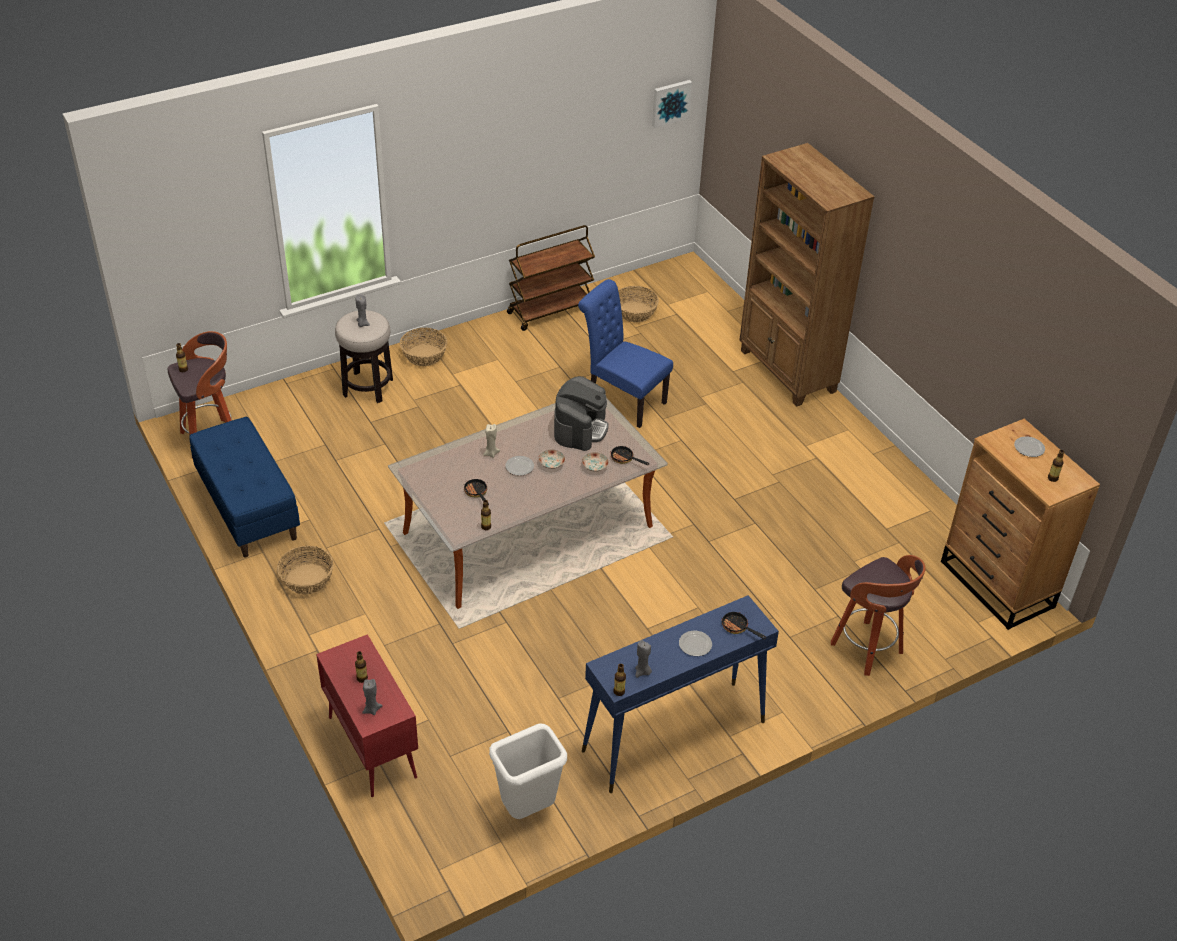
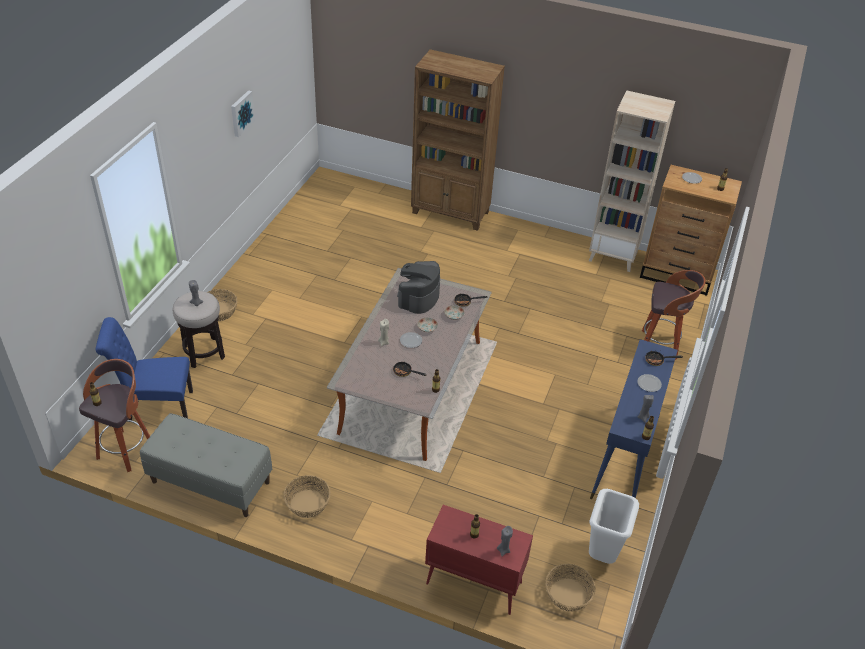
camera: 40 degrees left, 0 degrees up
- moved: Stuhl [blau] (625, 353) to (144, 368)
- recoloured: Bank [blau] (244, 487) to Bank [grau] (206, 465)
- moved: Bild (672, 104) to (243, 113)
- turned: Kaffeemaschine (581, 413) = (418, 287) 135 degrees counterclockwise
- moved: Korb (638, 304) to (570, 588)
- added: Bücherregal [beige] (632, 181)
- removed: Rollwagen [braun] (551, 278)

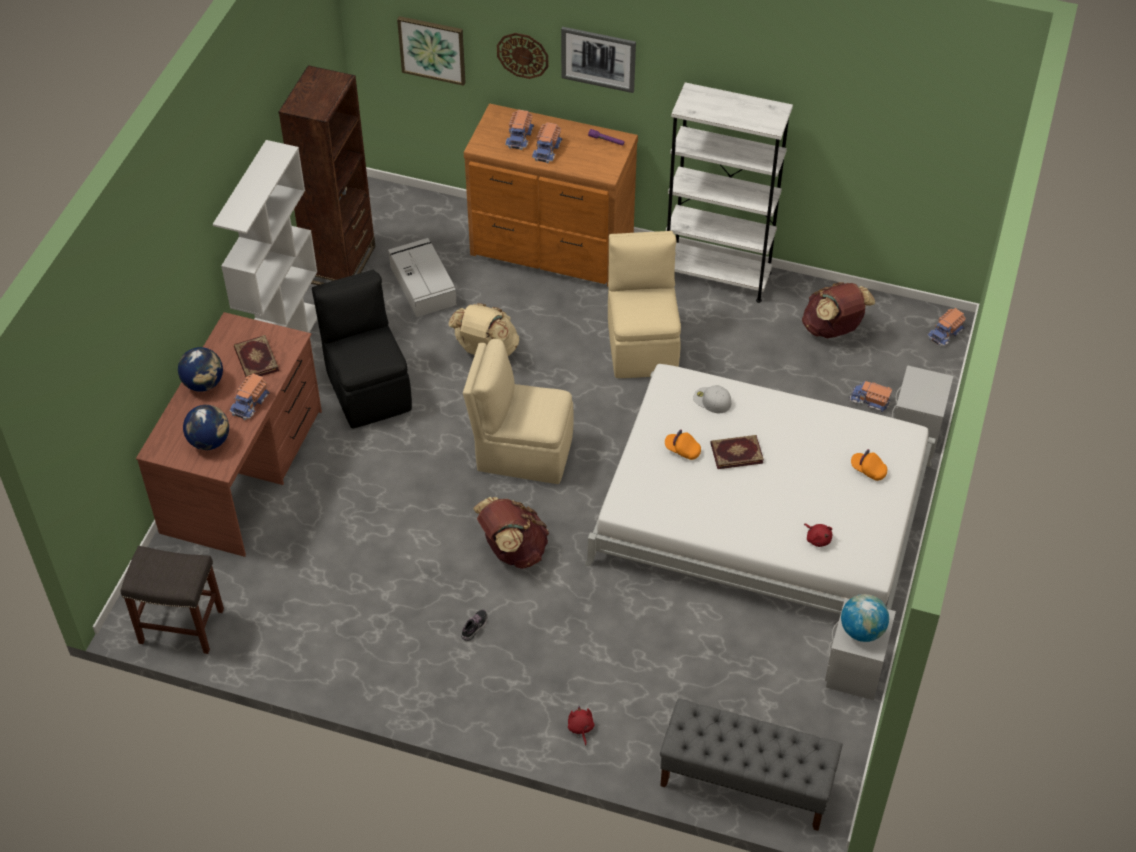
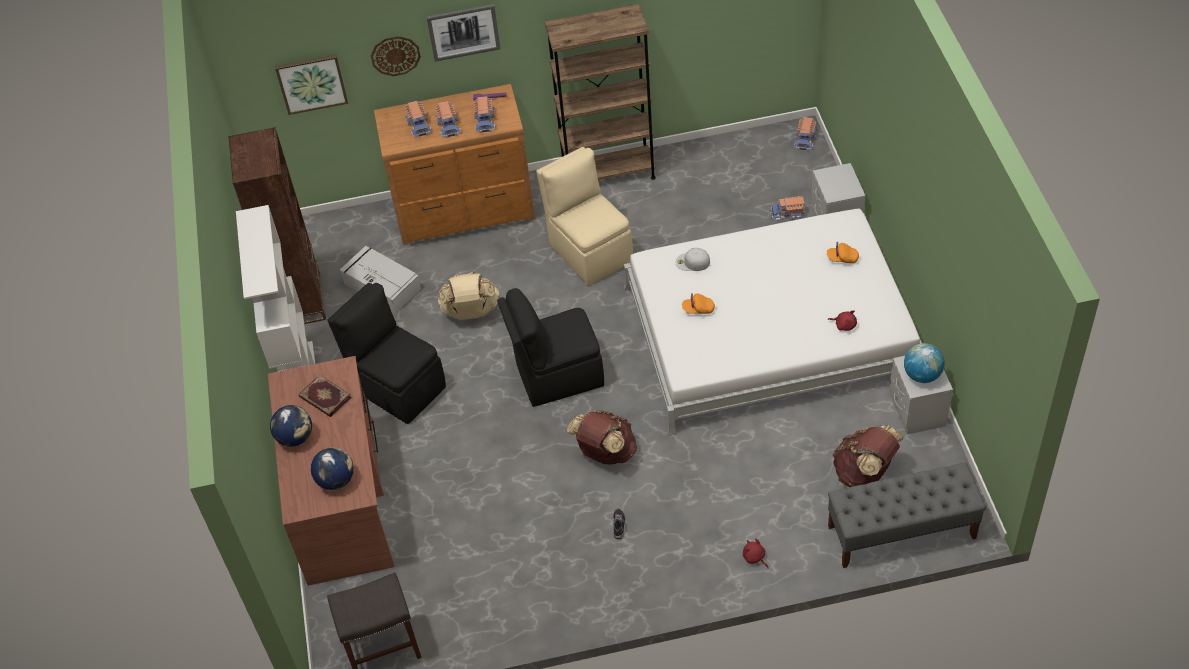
camera: 25 degrees left, 0 degrees up
- moved: Spielzeuglaster (249, 397) to (484, 114)
- recoloured: Stuhl [beige] (518, 411) to Stuhl [schwarz] (550, 347)
- recoloured: Bücherregal [weiß] (729, 192) to Bücherregal [braun] (600, 92)
- moved: Rucksack [braun] (838, 310) to (868, 456)
- removed: Buch (737, 452)

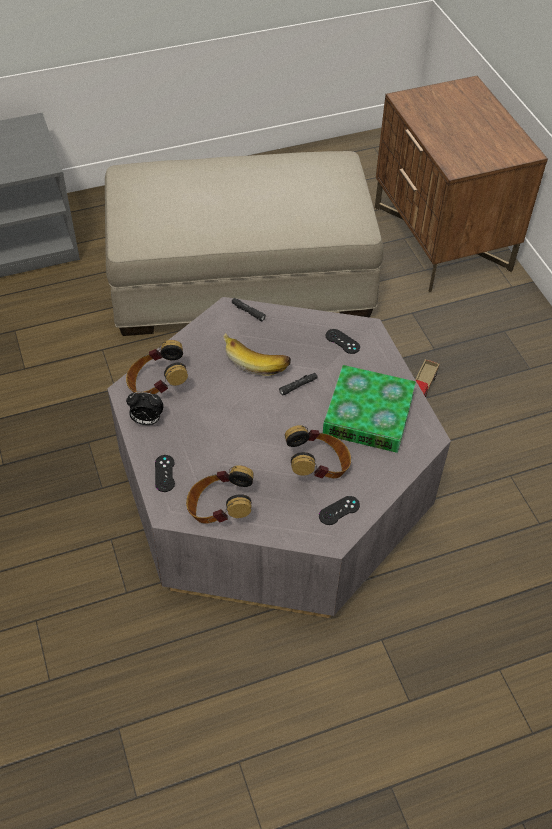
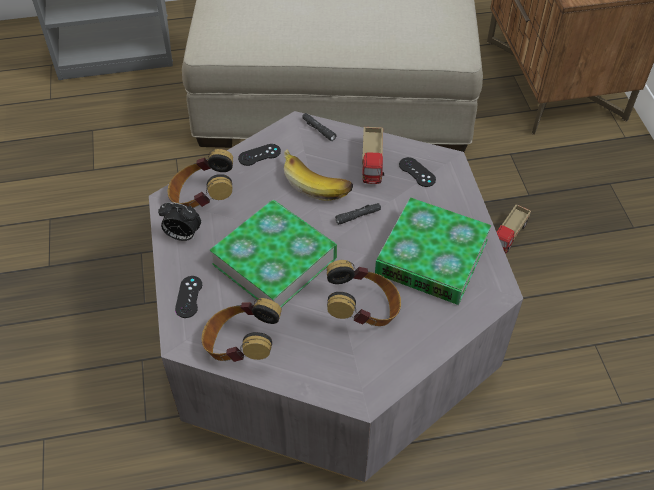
camera: 10 degrees right, 0 degrees up
- added: Buch (273, 253)
- moved: Gamepad [schwarz] (339, 510) to (259, 155)
- added: Spielzeuglaster (373, 155)

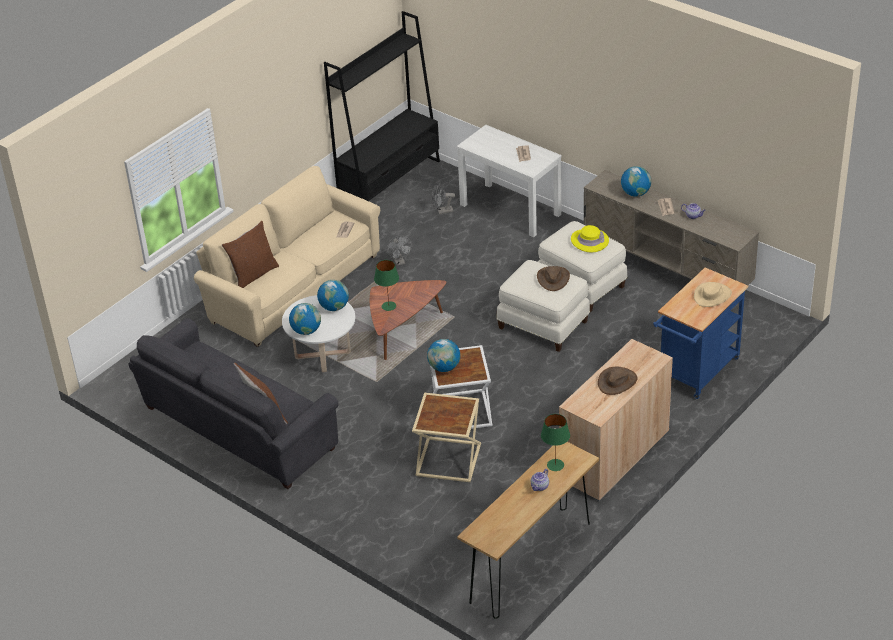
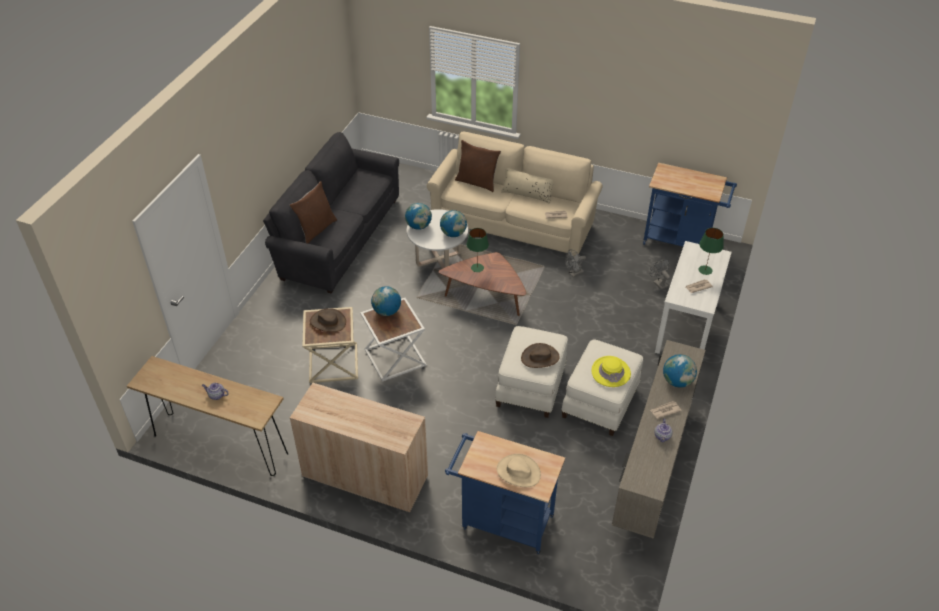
camera: 70 degrees right, 5 degrees up
- moved: Hut [braun] (617, 381) to (328, 320)
- added: Kissen [beige] (527, 186)
- replaced: Bücherregal [schwarz] (382, 106) to Rollwagen [blau] (690, 205)
- moved: Tischlampe [grün] (555, 442) to (711, 251)

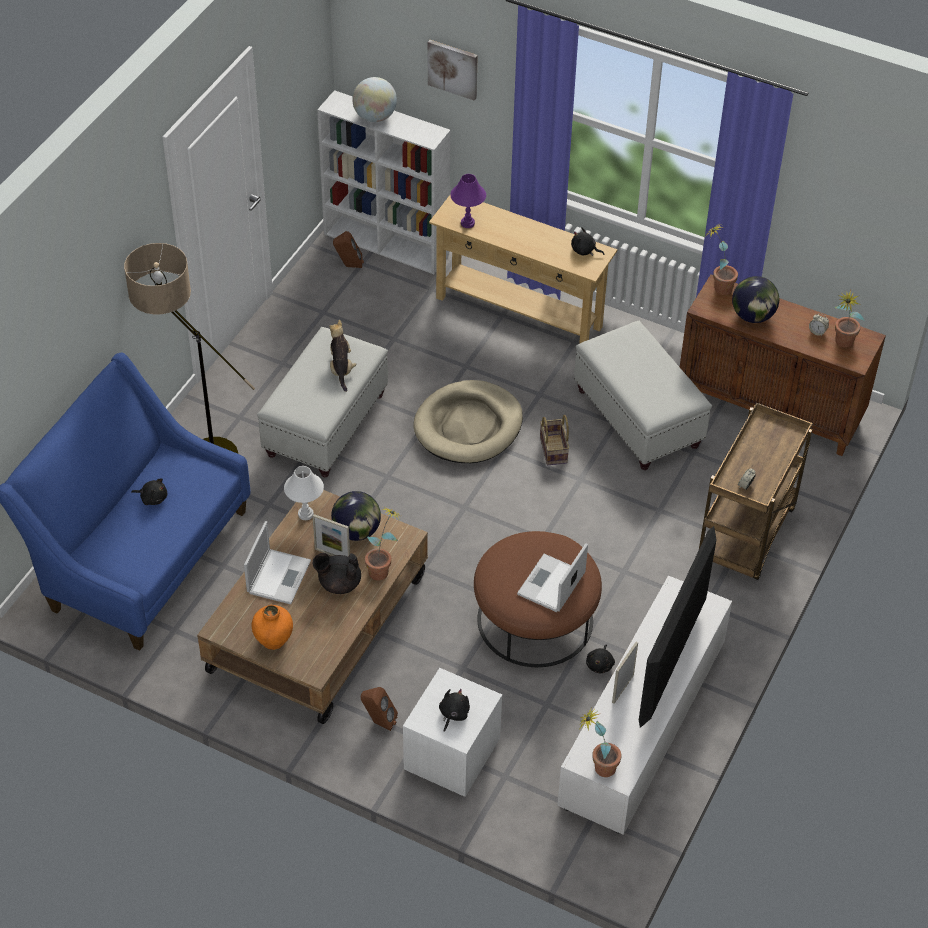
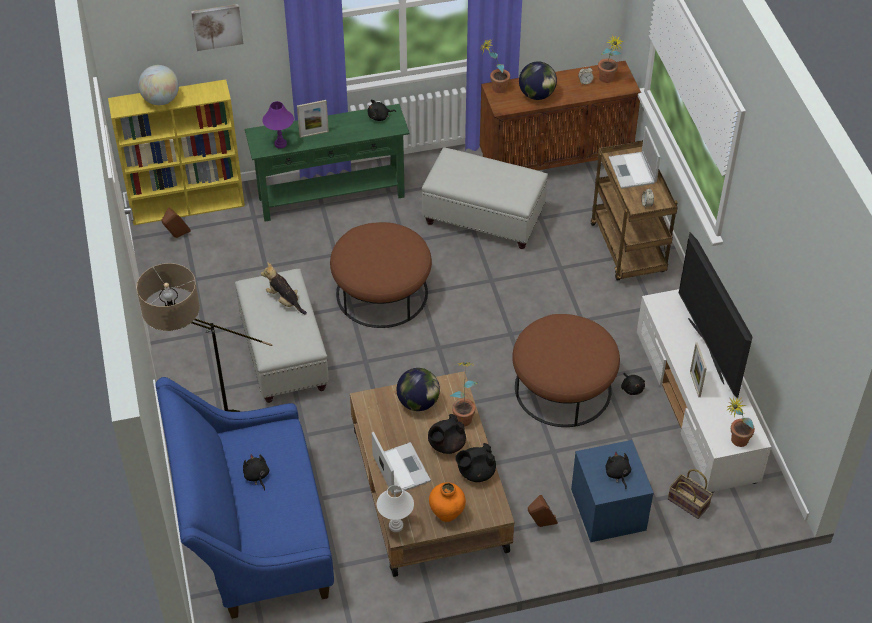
camera: 40 degrees left, 0 degrees up
- recoloured: Bücherregal [weiß] (384, 182) to Bücherregal [gelb] (176, 152)
- turned: Plüschtier [schwarz] (149, 491) = (256, 472) 90 degrees counterclockwise
- recoloured: Konsolentisch [beige] (523, 269) to Konsolentisch [grün] (327, 163)
- moved: Bilderrahmen (331, 535) to (313, 119)
- replaced: Hundebett [beige] (468, 421) to Polsterhocker [braun] (381, 275)
- moved: Tischlampe [weiß] (304, 493) to (395, 508)
- added: Teekanne [schwarz] (475, 462)
- recoloured: Nachttisch [weiß] (452, 732) to Nachttisch [blau] (612, 491)
- moved: Laptop (552, 577) to (634, 157)
- moved: Korb (554, 440) to (690, 494)

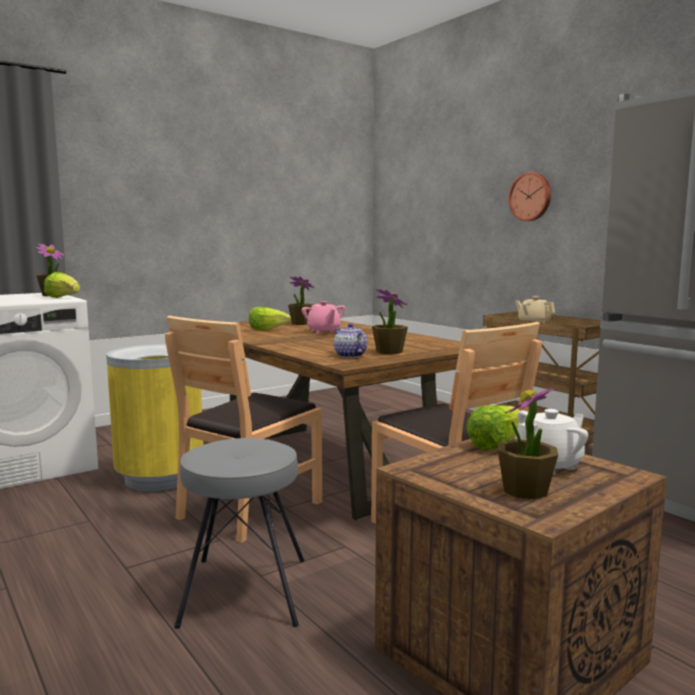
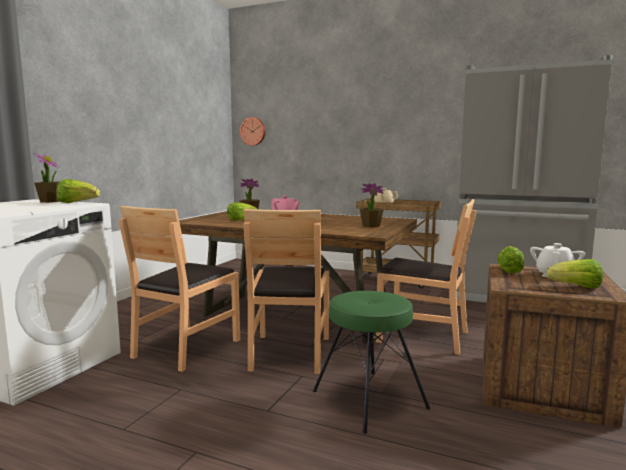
camera: 30 degrees left, 0 degrees up
- replaced: Mülleimer [gelb] (154, 417) to Stuhl [braun] (179, 289)
- moved: Wanduhr (530, 196) to (252, 131)
- recoloured: Hocker [grau] (239, 533) to Hocker [grün] (371, 362)
- replaced: Topfpflanze (528, 442) to Salatkopf (575, 273)
- removed: Teekanne (350, 340)

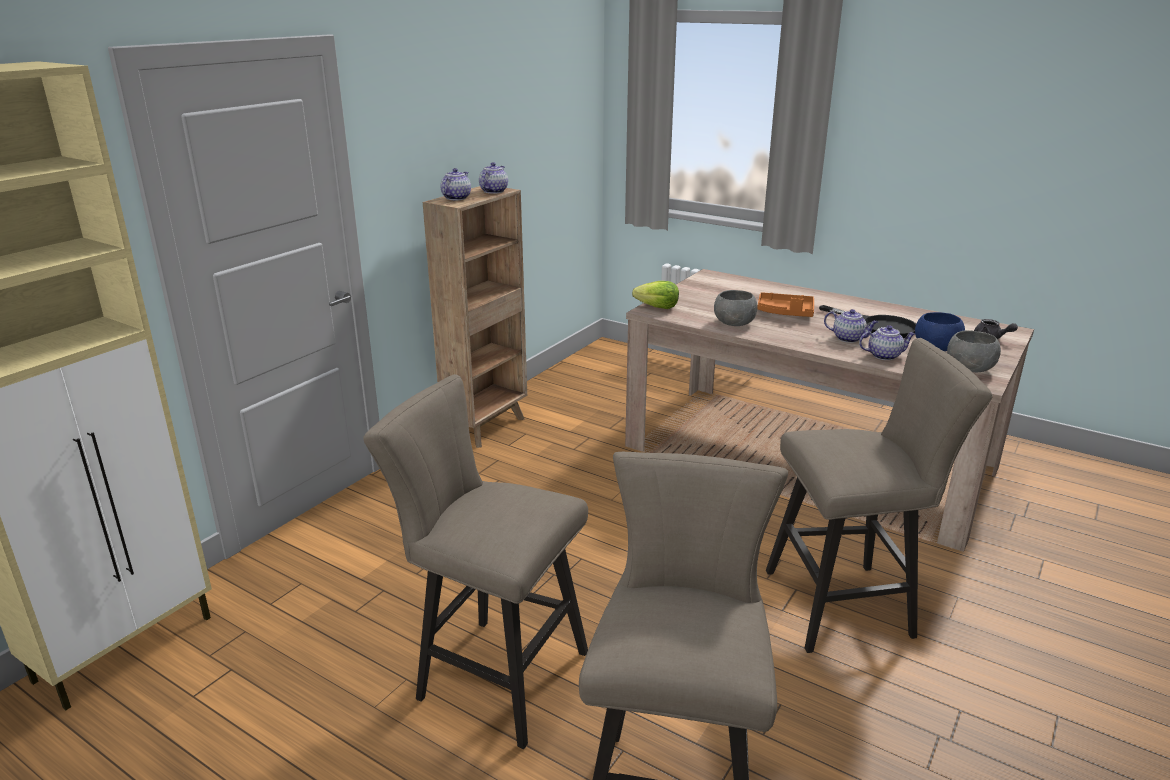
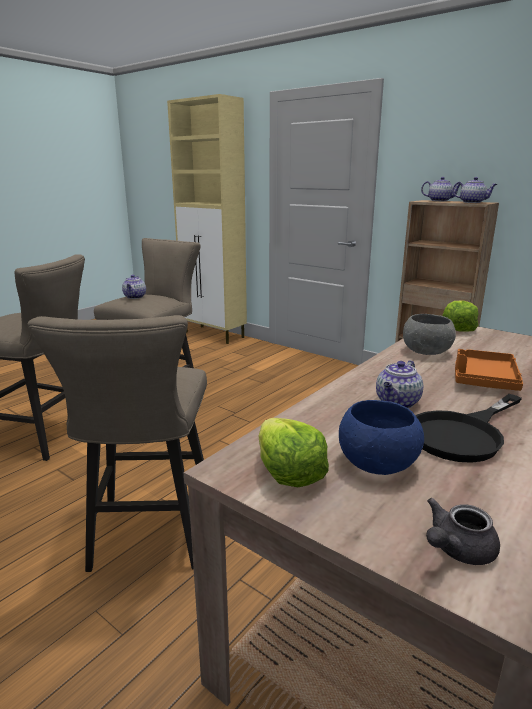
camera: 95 degrees right, 5 degrees down
- moved: Teekanne (887, 342) to (134, 287)
- replaced: Schüssel [grau] (974, 351) to Salatkopf (294, 452)

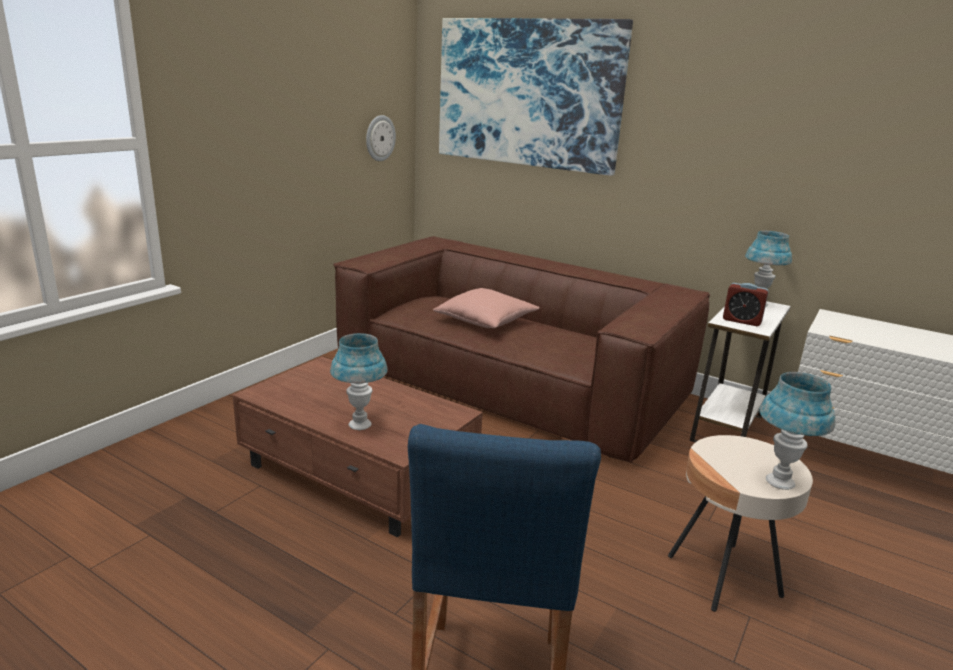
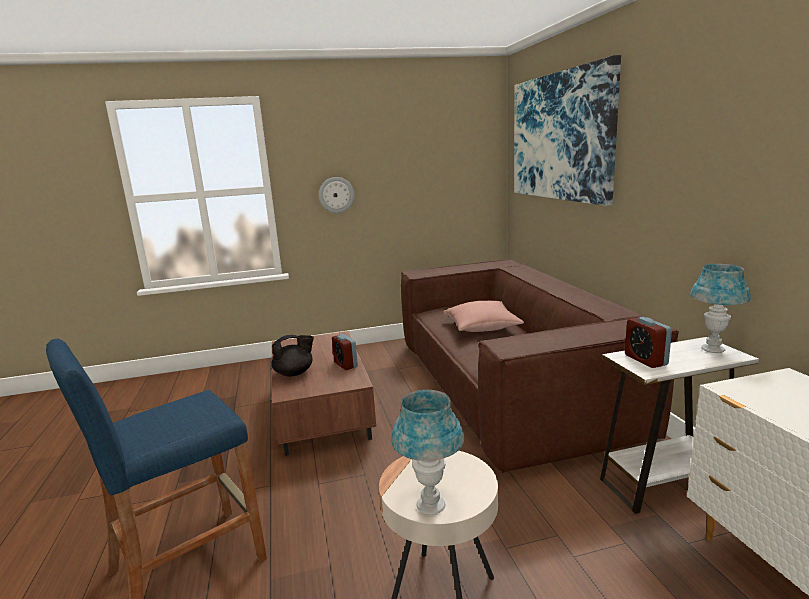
camera: 45 degrees right, 5 degrees down
- replaced: Tischlampe [blau] (359, 381) to Teekanne [schwarz] (292, 355)
- moved: Wanduhr (381, 138) to (337, 195)
- added: Wecker (345, 352)

